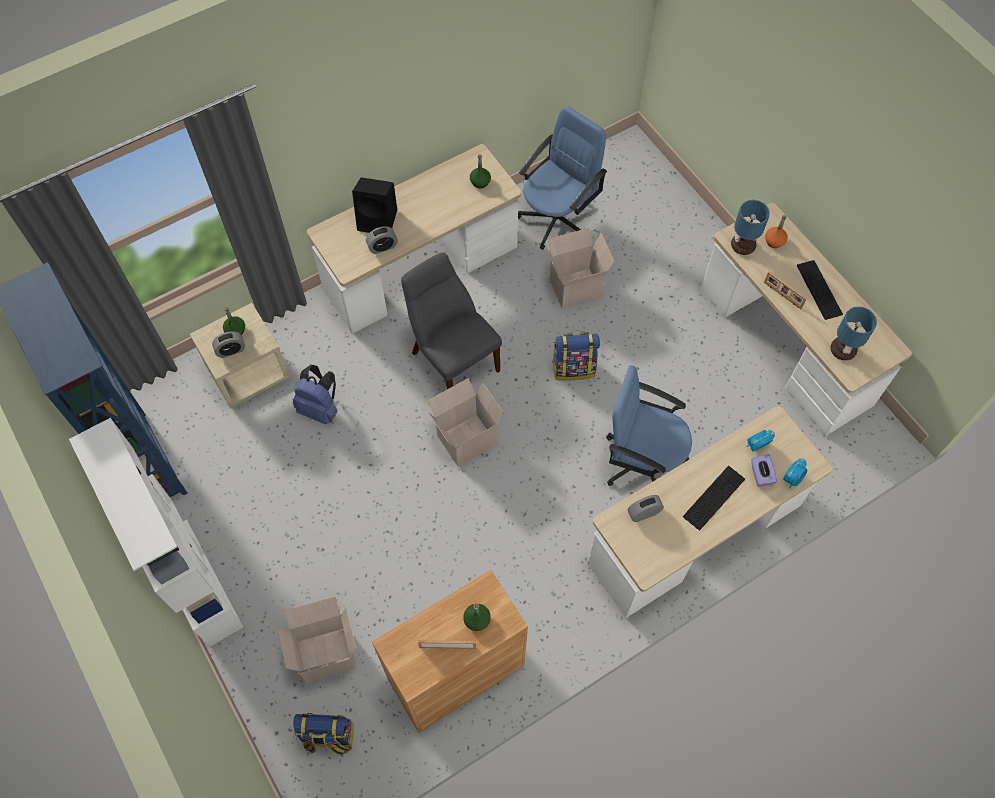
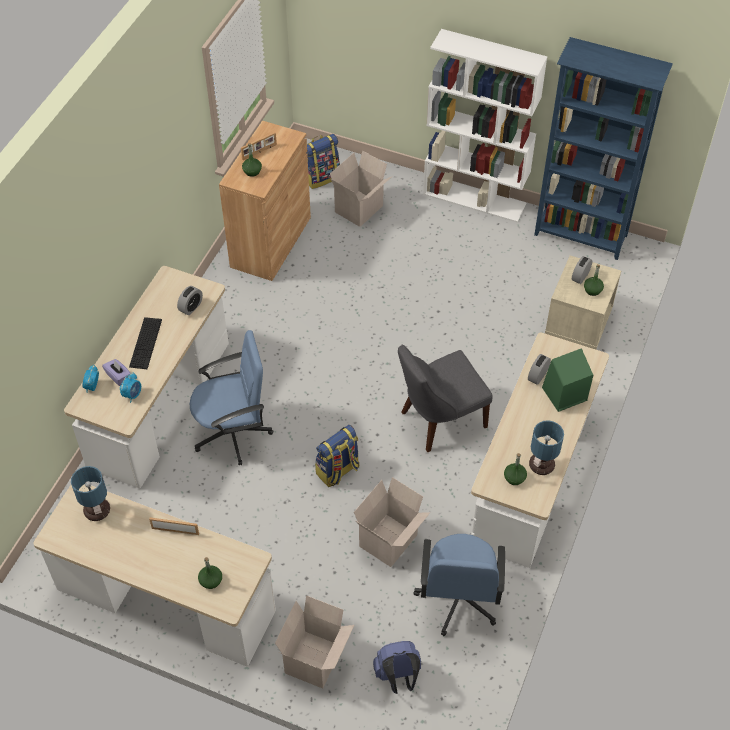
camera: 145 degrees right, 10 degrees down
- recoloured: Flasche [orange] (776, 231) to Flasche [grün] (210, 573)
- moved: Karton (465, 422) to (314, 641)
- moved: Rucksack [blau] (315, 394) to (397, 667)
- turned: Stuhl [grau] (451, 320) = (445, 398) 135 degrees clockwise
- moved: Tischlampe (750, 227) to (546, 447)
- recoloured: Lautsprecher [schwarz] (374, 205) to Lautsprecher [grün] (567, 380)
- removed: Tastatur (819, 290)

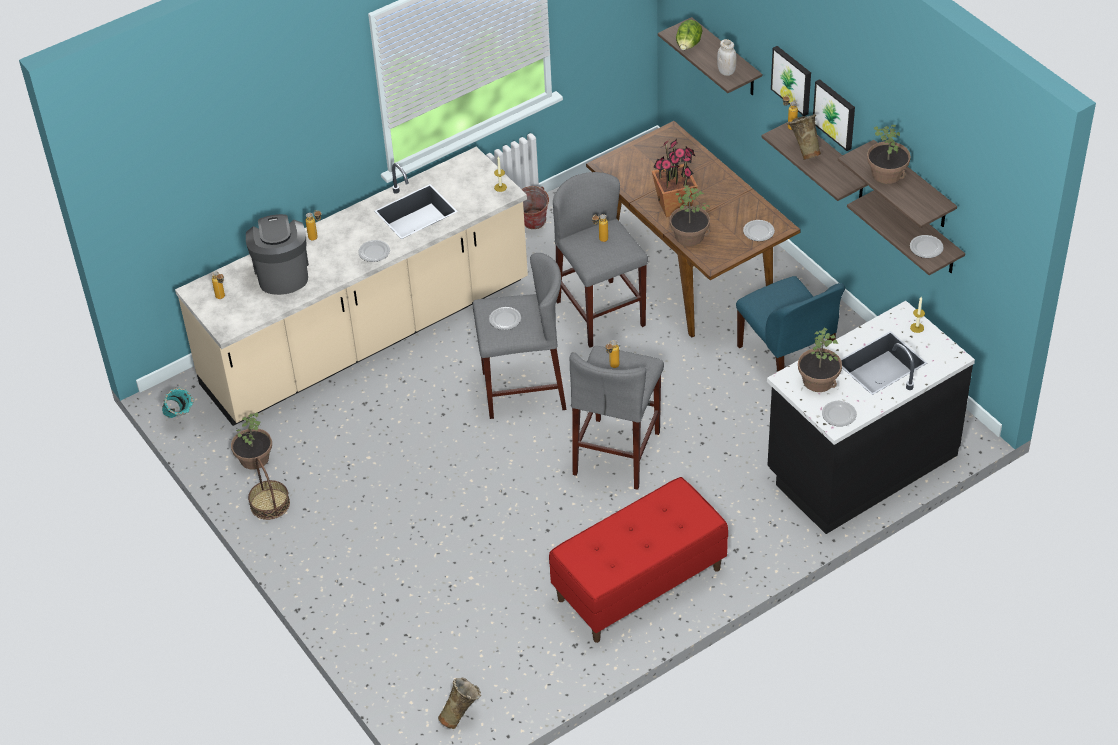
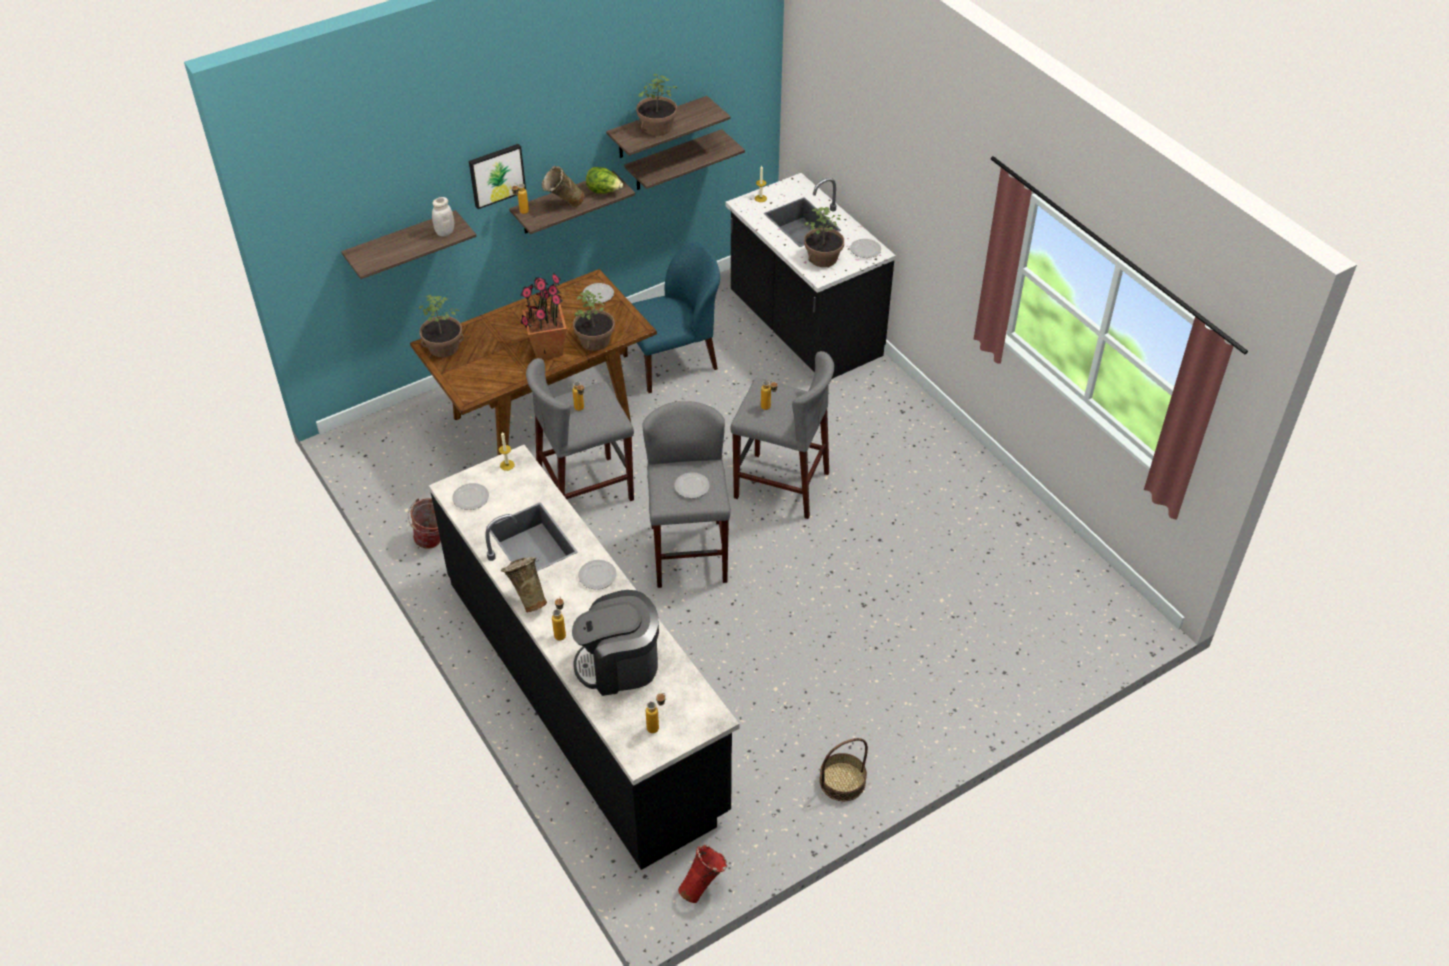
camera: 90 degrees left, 0 degrees up
- moved: Topfpflanze (251, 441) to (441, 326)
- recoloured: Küchenzeile [beige] (351, 286) to Küchenzeile [schwarz] (584, 657)
- moved: Teller (927, 246) to (470, 496)
- moved: Vase [beige] (459, 703) to (524, 584)
- moved: Salatkopf (689, 35) to (604, 180)
- recoloured: Vase [türkis] (178, 402) to Vase [rot] (702, 874)
- removed: Bank [rot] (638, 560)
- removed: Bild (834, 115)

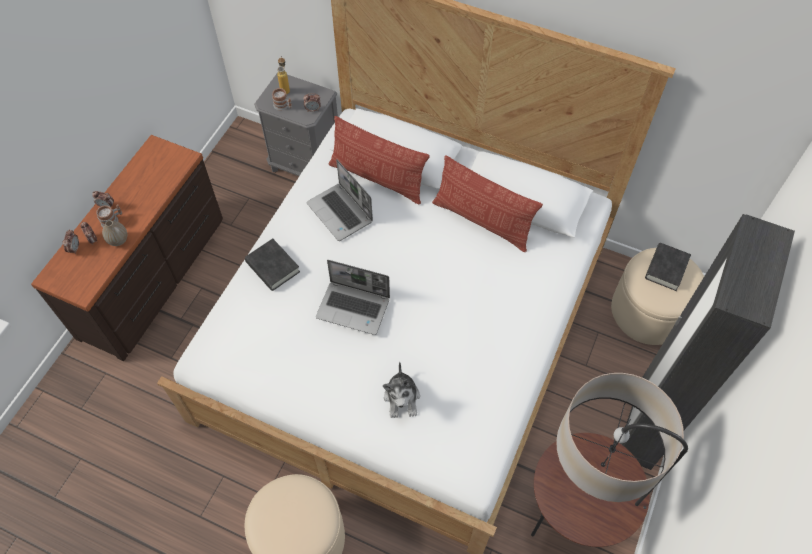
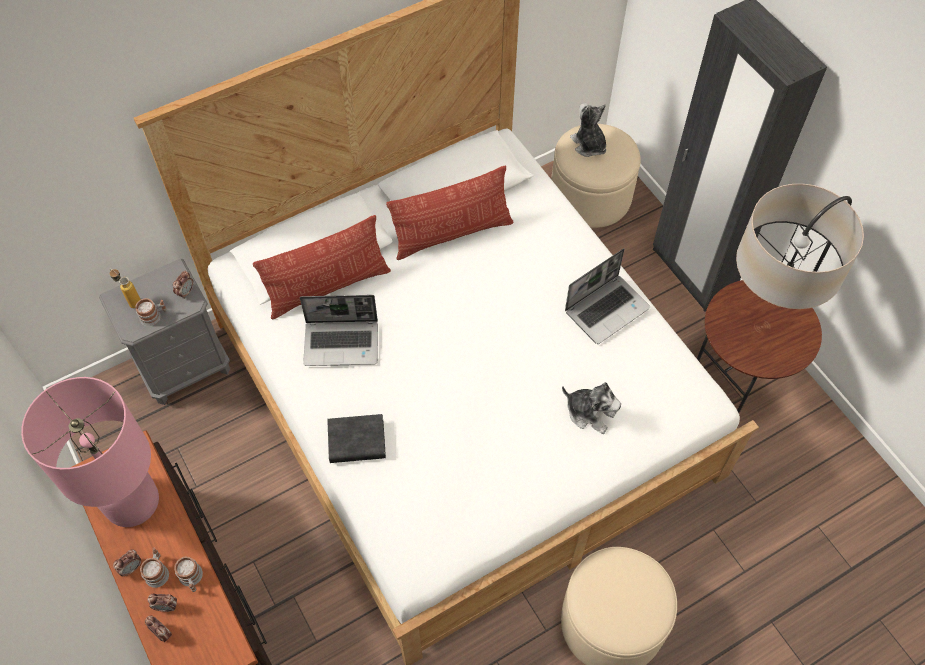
camera: 55 degrees left, 0 degrees up
- added: Tischlampe [rosa] (90, 452)
- replaced: Vase (114, 233) to Henkelbecher (188, 574)
- moved: Laptop (353, 297) to (607, 296)
- replaced: Buch [schwarz] (668, 267) to Plüschtier (588, 130)

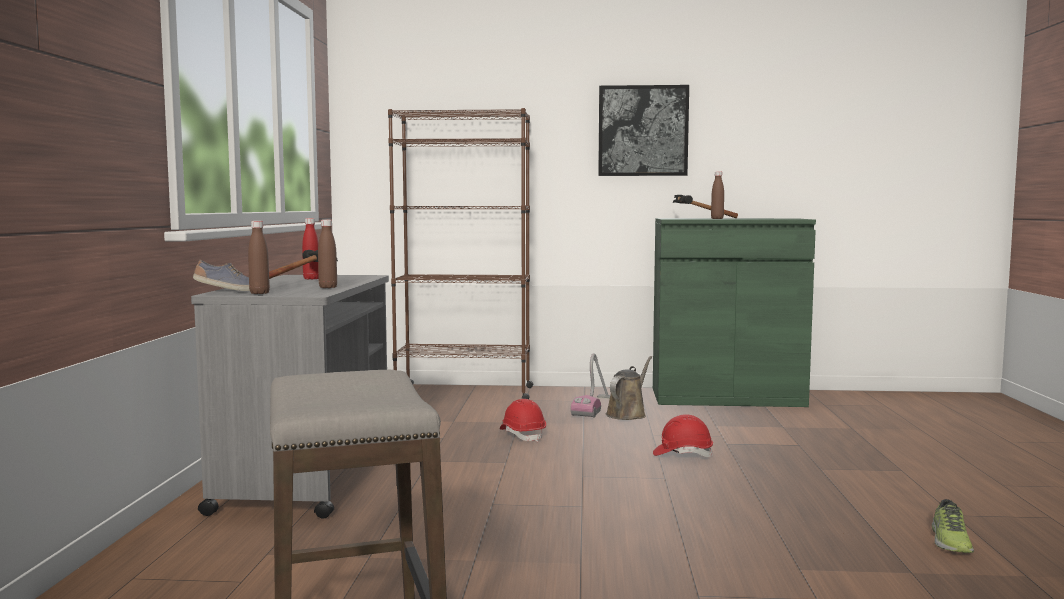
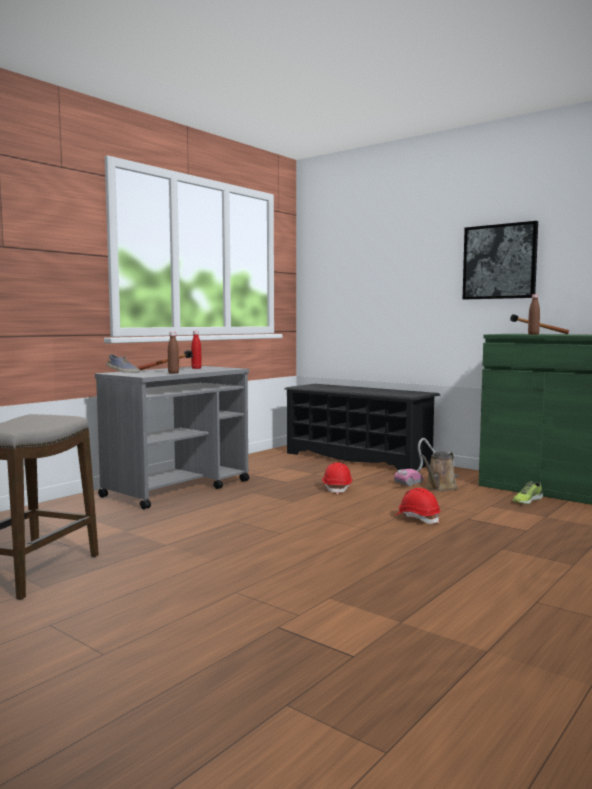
camera: 35 degrees right, 0 degrees up
- replaced: Bücherregal [braun] (460, 253) to Schuhregal [schwarz] (362, 427)
- turned: Gießkanne [braun] (629, 388) = (439, 471) 150 degrees clockwise
- moved: Schuh (953, 526) to (528, 492)
- removed: Flasche [braun] (259, 257)

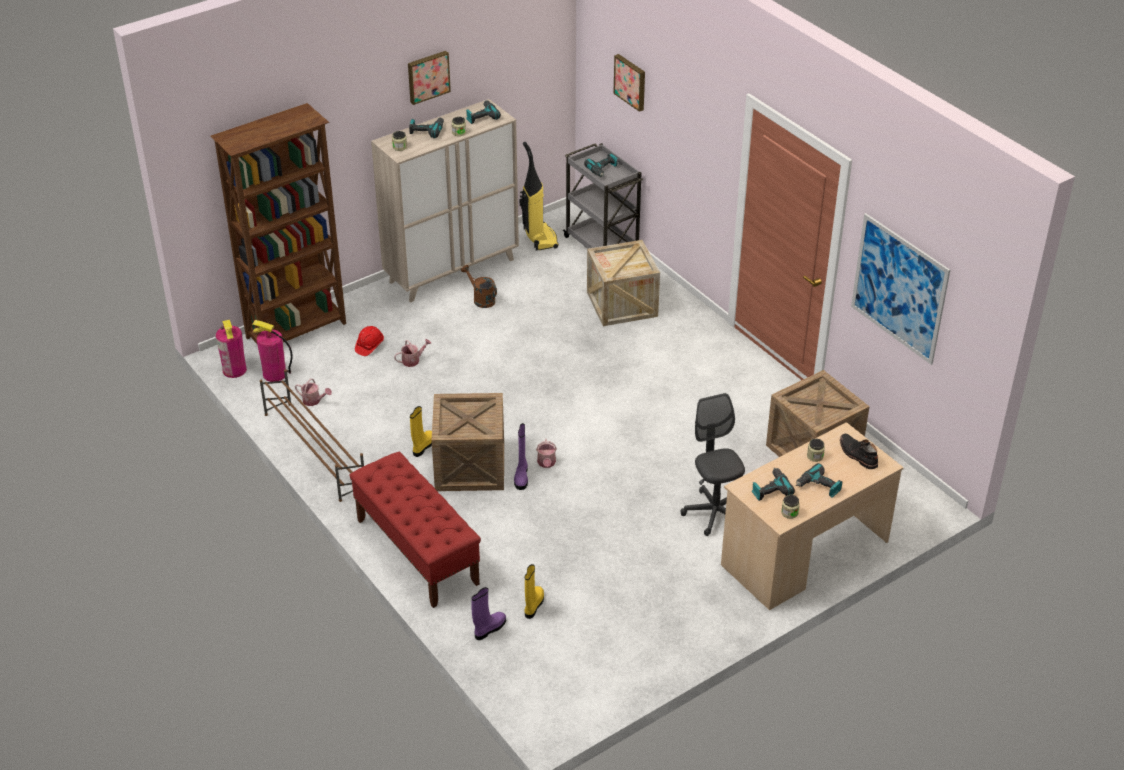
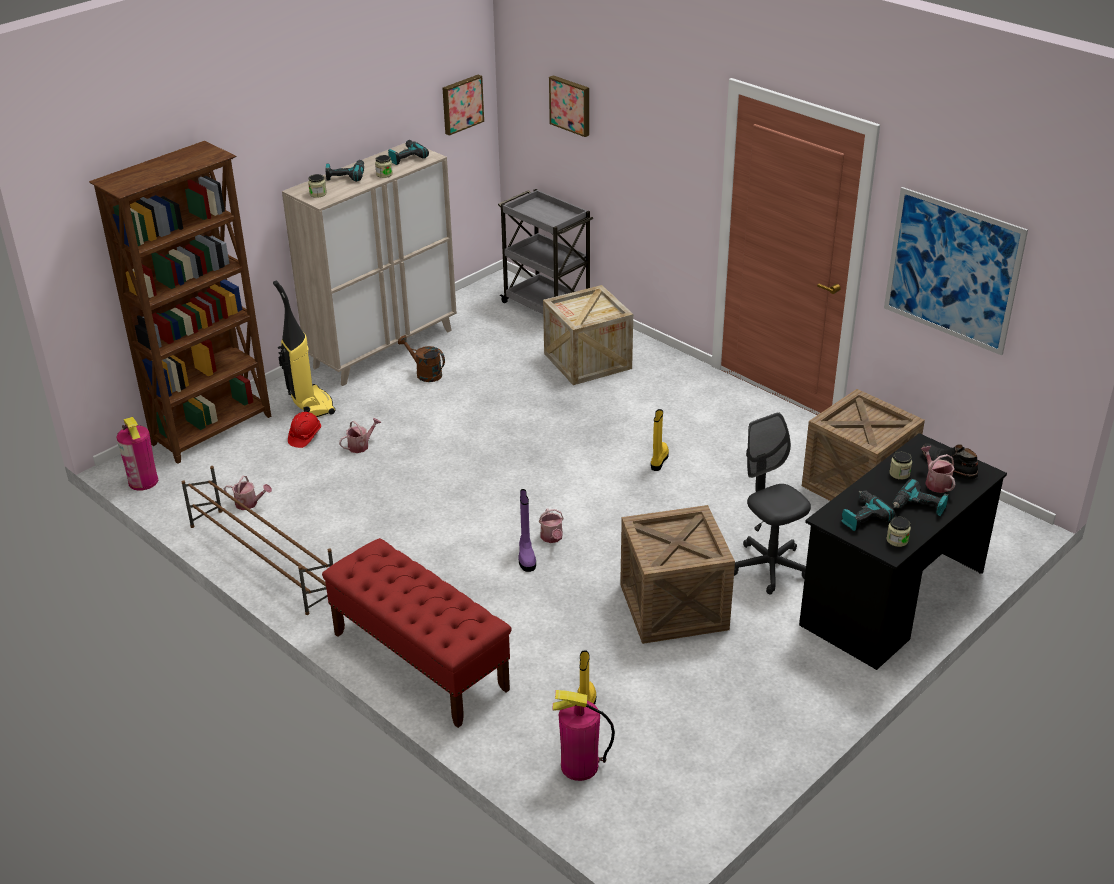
camera: 10 degrees left, 5 degrees down
- moved: Staubsauger (539, 196) to (304, 348)
- moved: Bild (429, 78) to (463, 105)
- moved: Feuerlöscher (272, 351) to (583, 735)
- moved: Kiste (467, 442) to (677, 574)
- moved: Stiefel [gelb] (421, 431) to (660, 440)
- recoloured: Schreibtisch [beige] (812, 516) to Schreibtisch [schwarz] (903, 551)
- added: Gießkanne (938, 469)
- removed: Stiefel [lila] (488, 613)
- removed: Bohrmaschine (601, 165)

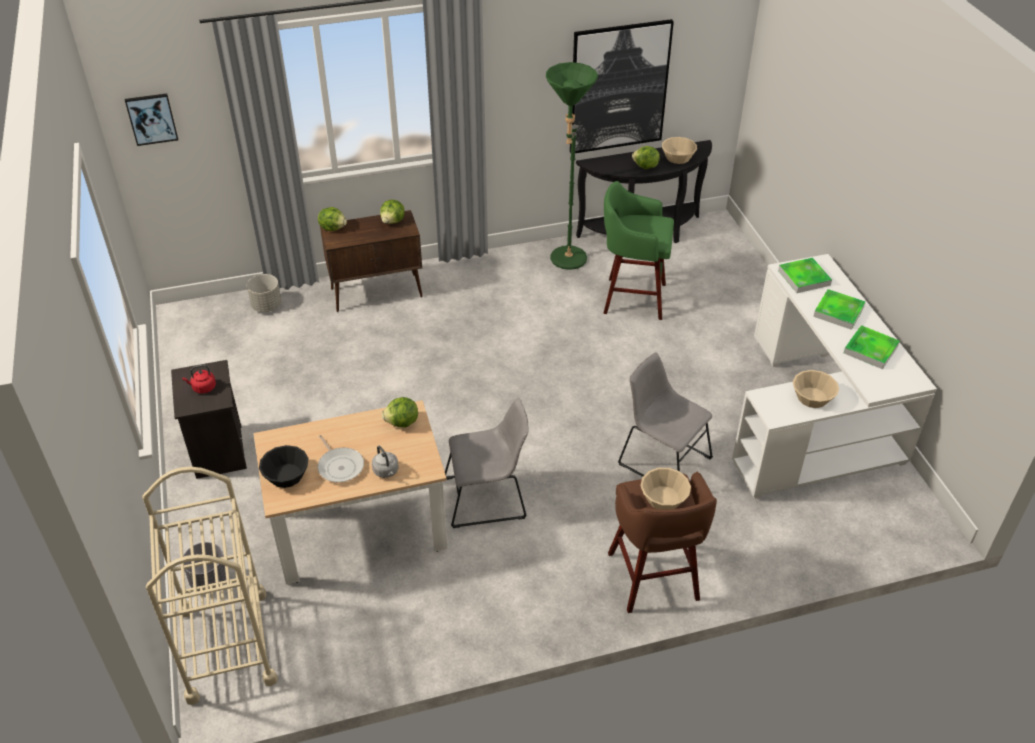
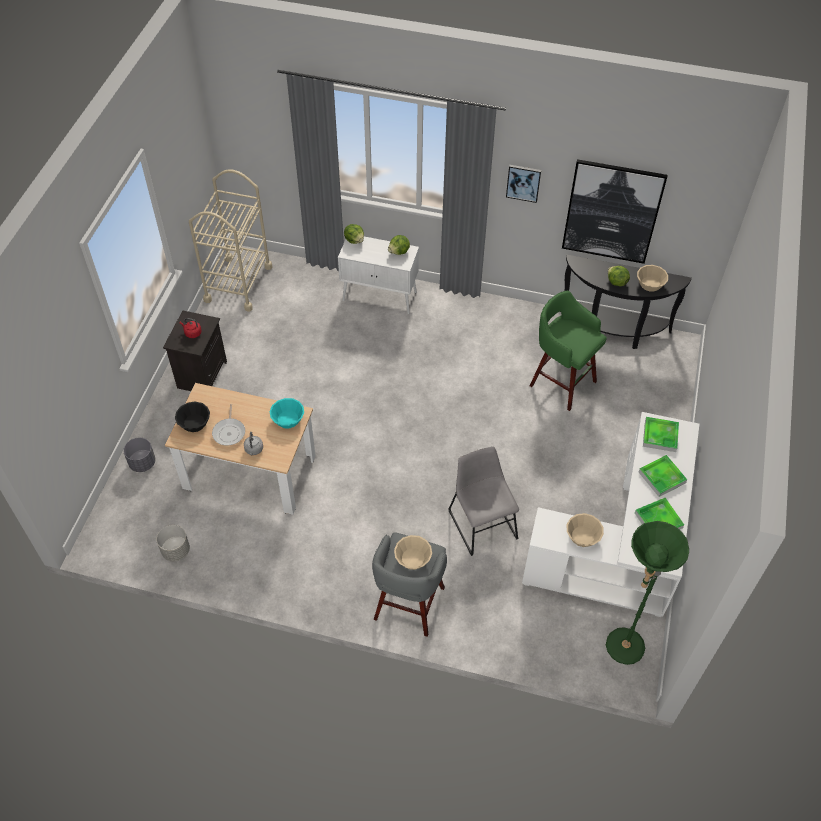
camera: 30 degrees right, 10 degrees up
- moved: Pflanzkübel [grau] (264, 293) to (173, 543)
- moved: Rollwagen [beige] (210, 586) to (230, 240)
- replaced: Salatkopf (400, 412) to Schüssel [türkis] (287, 413)
- recoloured: Schrank [braun] (371, 261) to Schrank [weiß] (378, 275)
- recoloured: Hocker [braun] (662, 542) to Hocker [grau] (409, 584)
- moved: Bild (151, 119) to (523, 184)
- moved: Stehlampe [grün] (572, 166) to (647, 593)
- removed: Stuhl [grau] (486, 463)

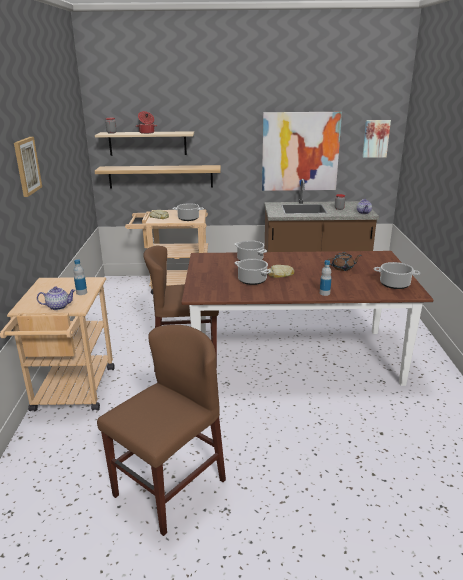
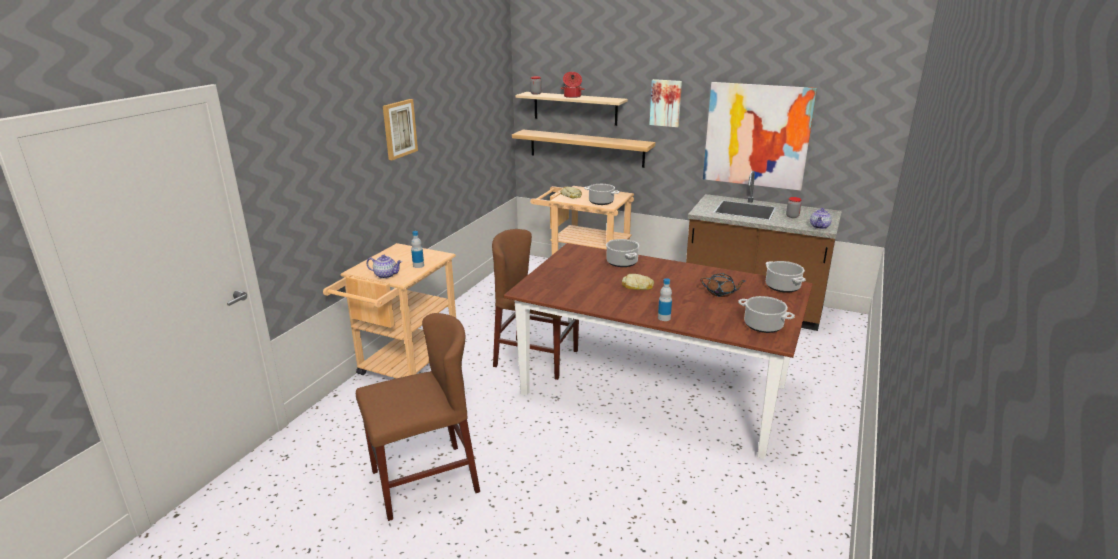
camera: 25 degrees right, 0 degrees up
- moved: Bild (376, 139) to (665, 103)
- moved: Kochtopf (253, 272) to (785, 277)

